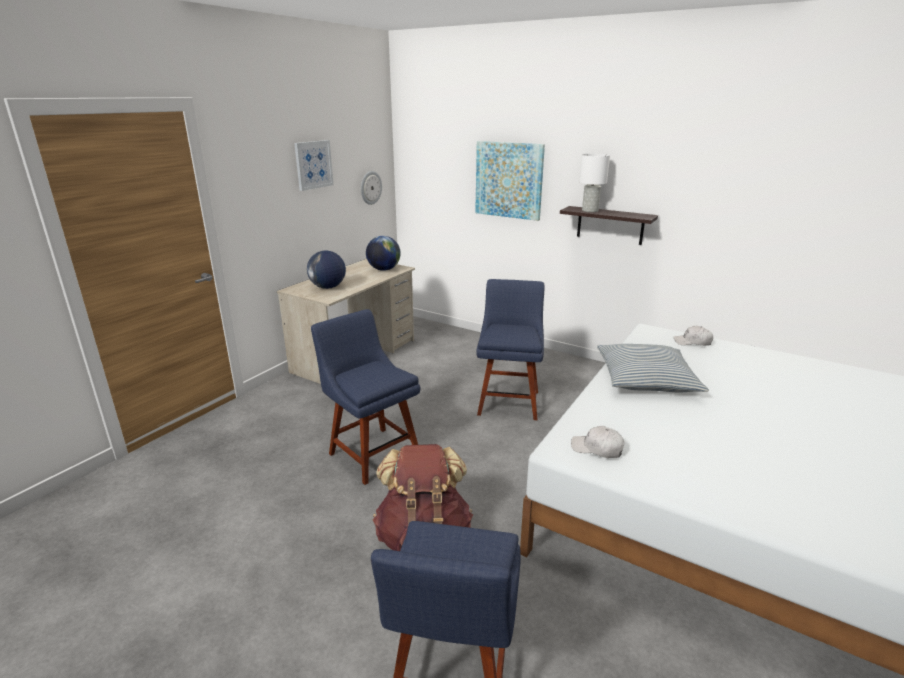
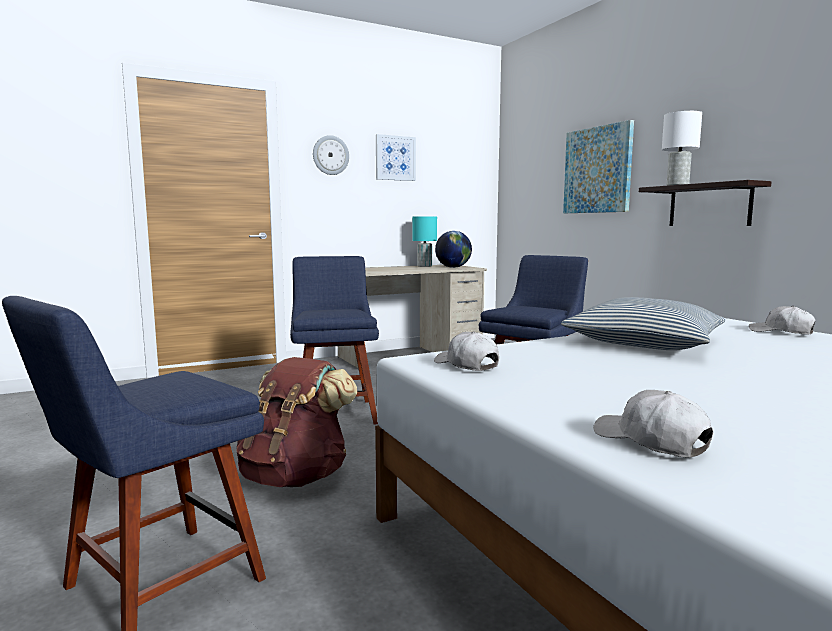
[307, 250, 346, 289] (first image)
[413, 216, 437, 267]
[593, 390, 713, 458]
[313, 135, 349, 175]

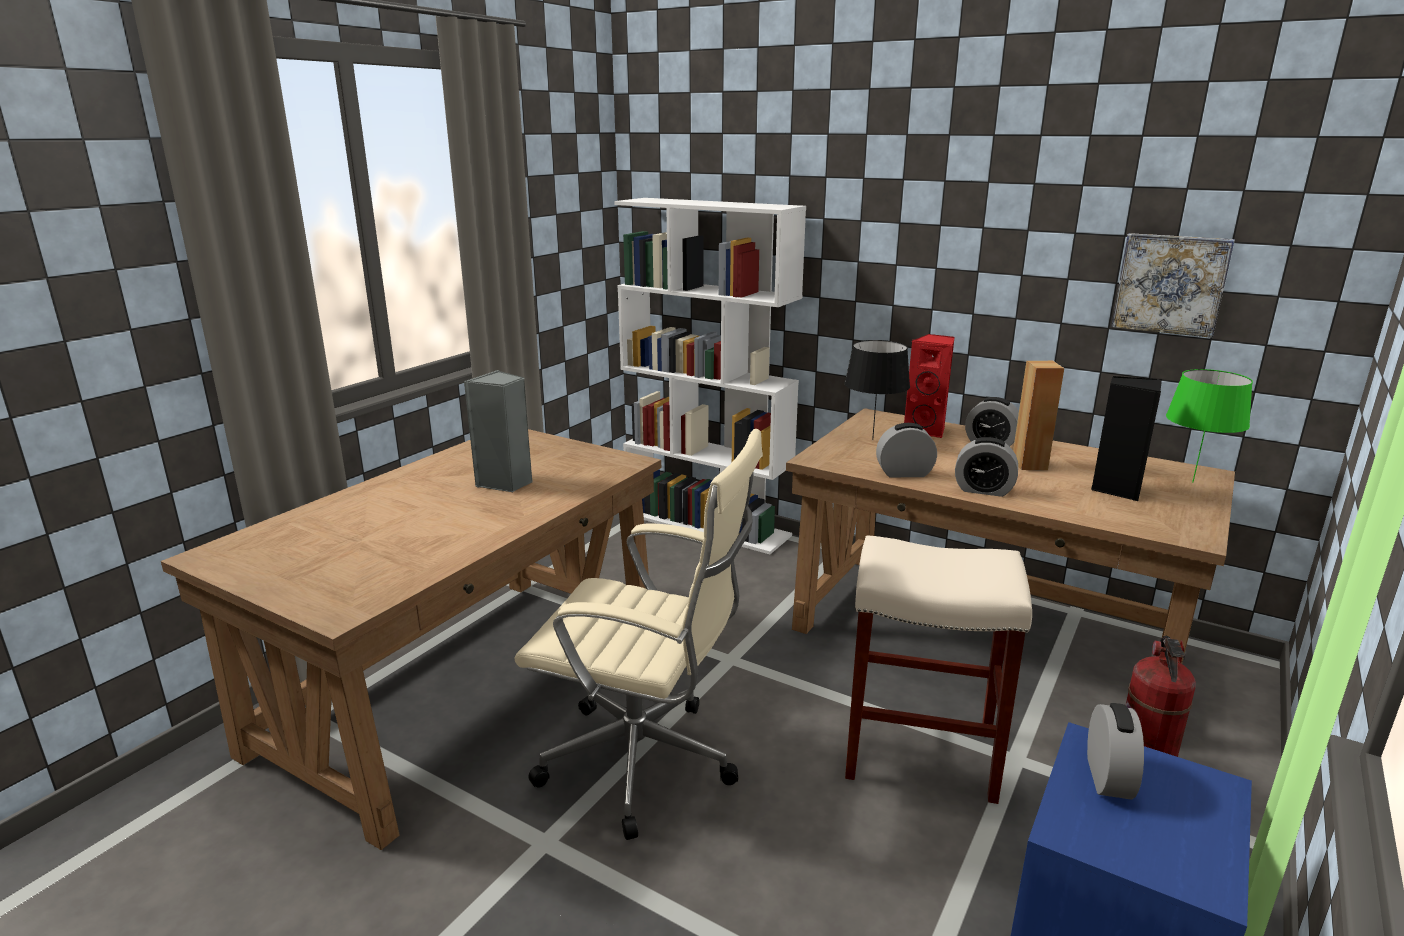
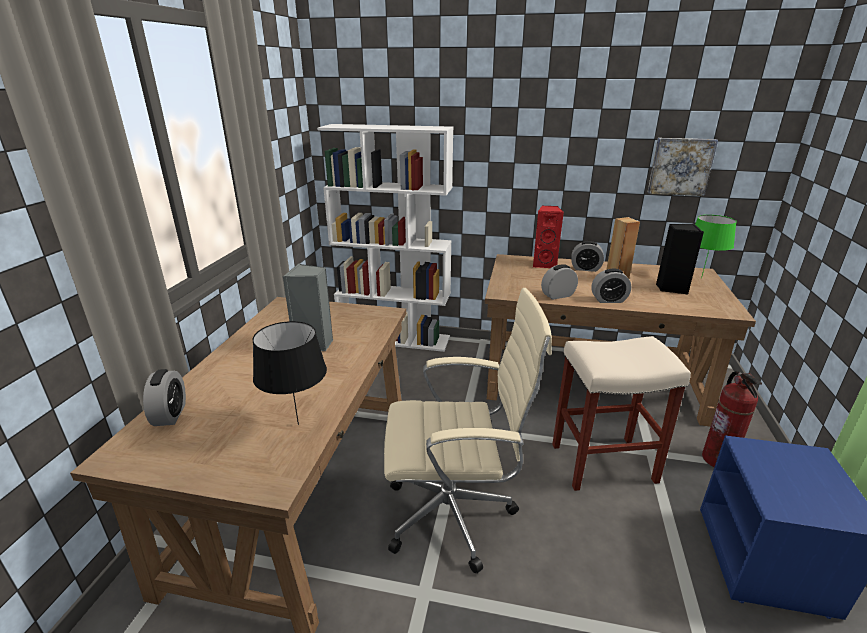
[253, 321, 327, 425]
[143, 369, 186, 426]

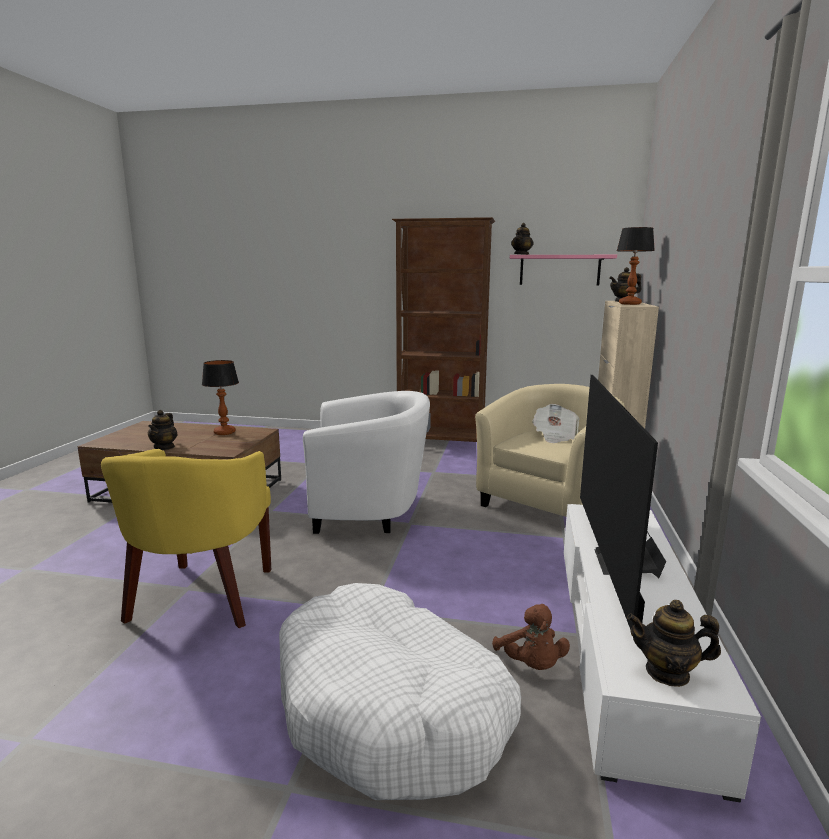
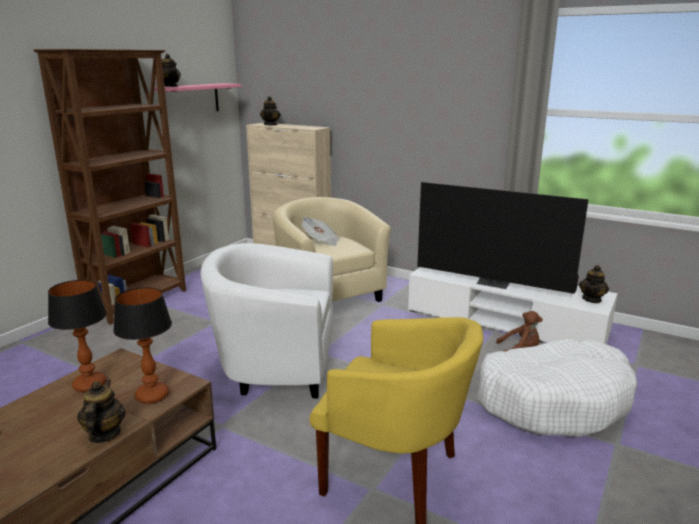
[113, 287, 172, 404]
[77, 379, 126, 443]
[201, 243, 333, 399]

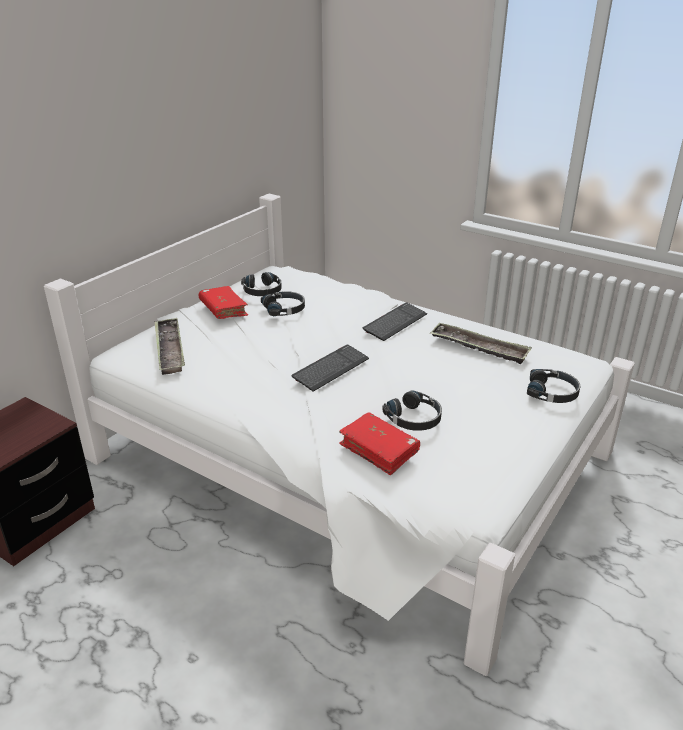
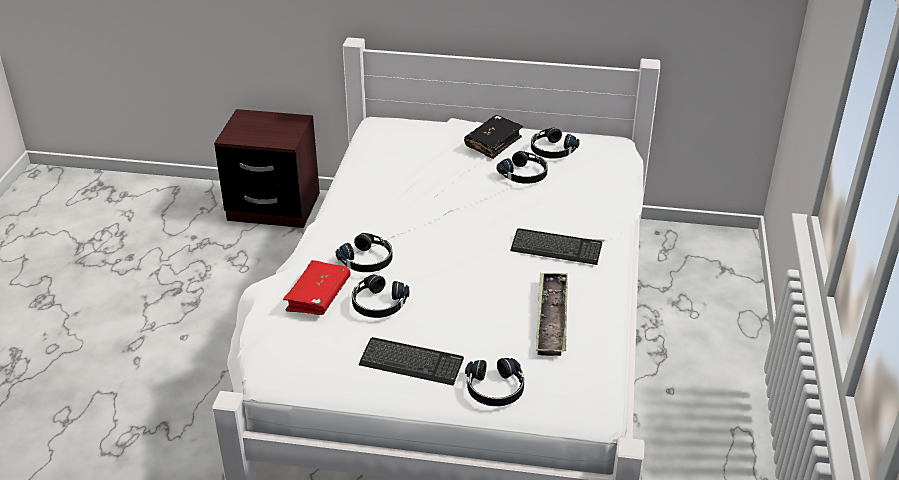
[155, 318, 185, 375] (first image)
[335, 233, 393, 272]
[359, 337, 464, 386]
[464, 115, 523, 159]

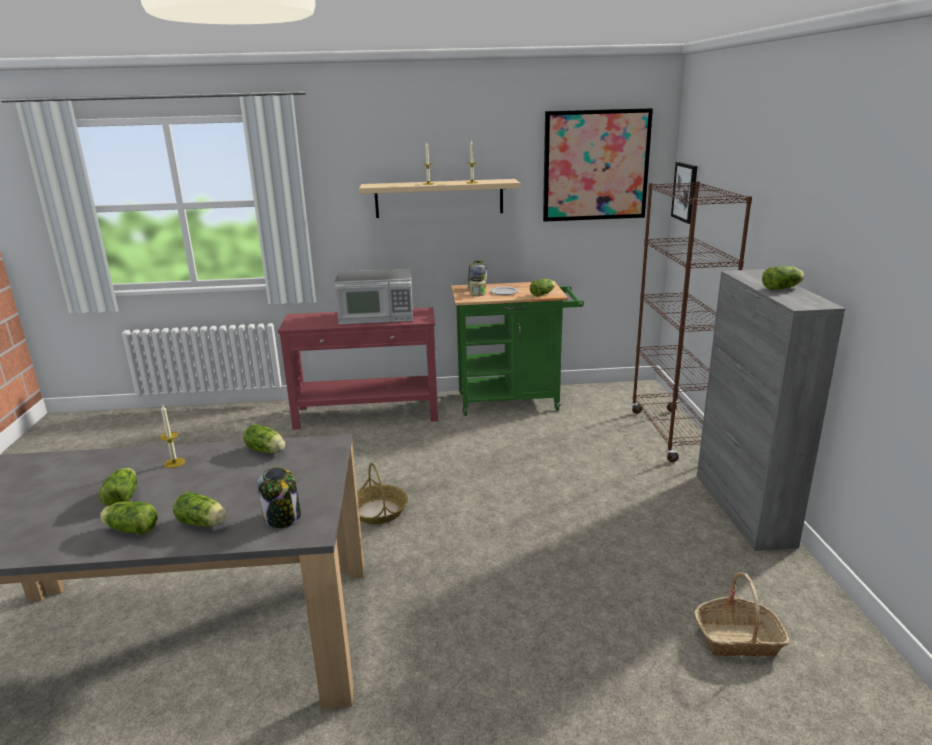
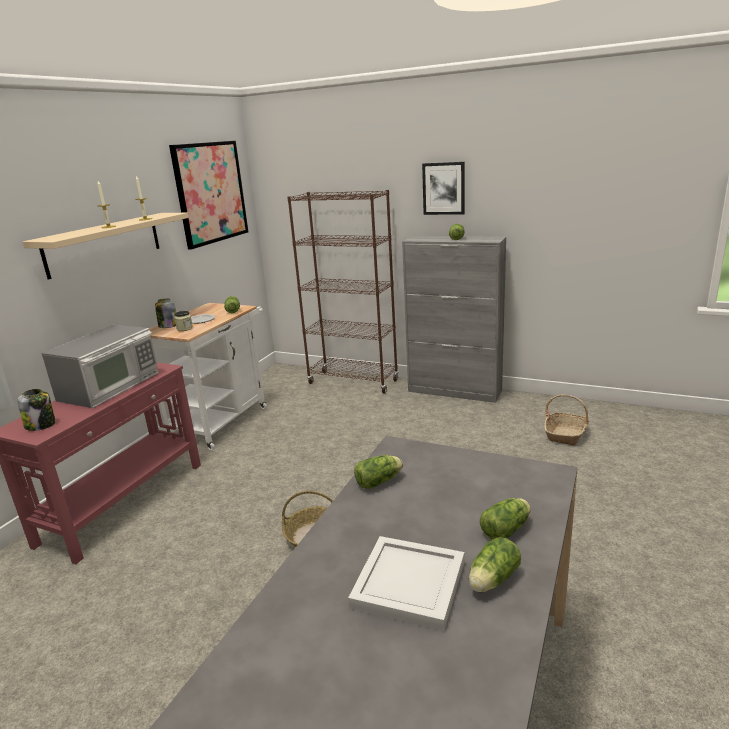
[160, 404, 185, 468] (first image)
[17, 389, 56, 431]
[422, 162, 465, 215]
[348, 536, 464, 631]
[149, 303, 267, 450]

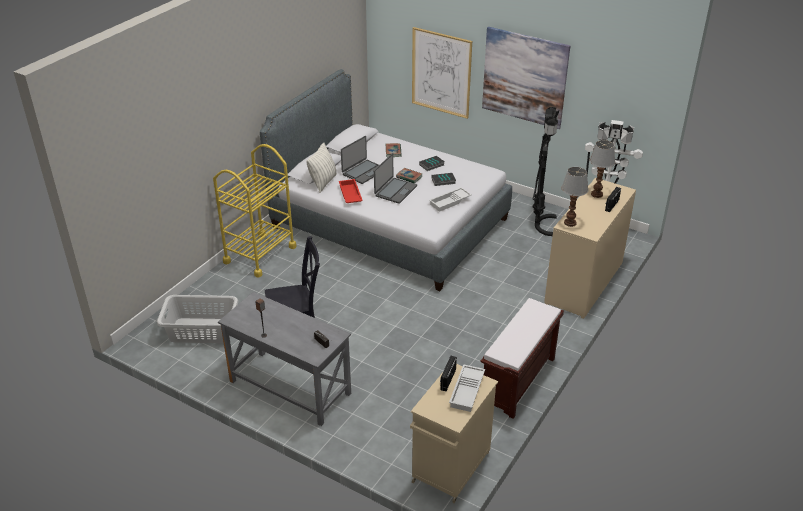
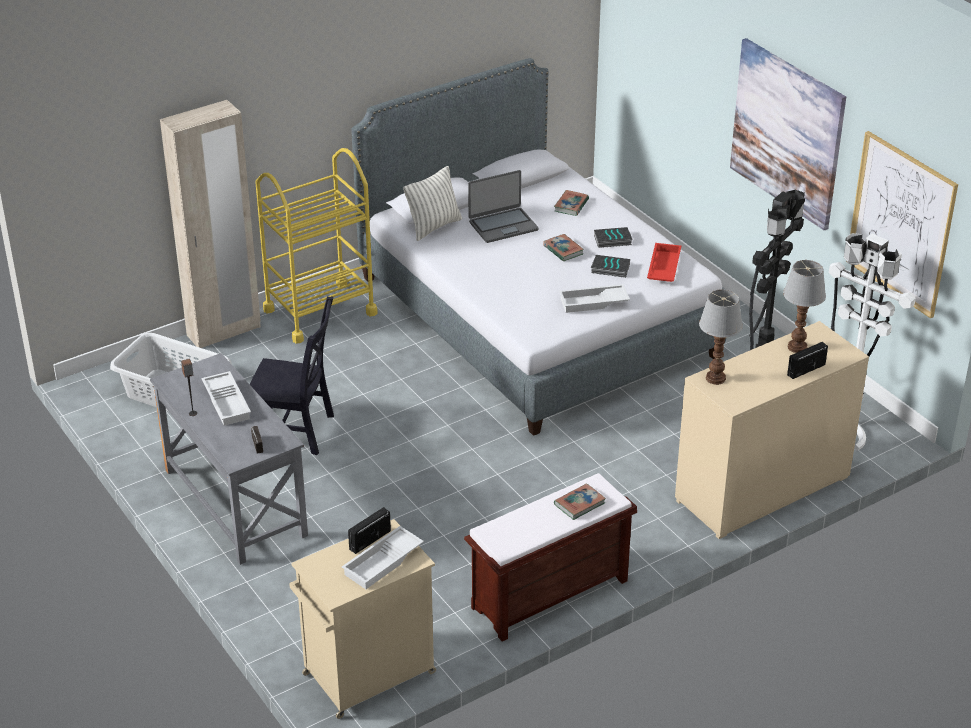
[374, 154, 417, 204] (first image)
[160, 100, 261, 348]
[202, 371, 251, 426]
[554, 484, 606, 520]
[647, 243, 681, 282]
[846, 131, 958, 318]

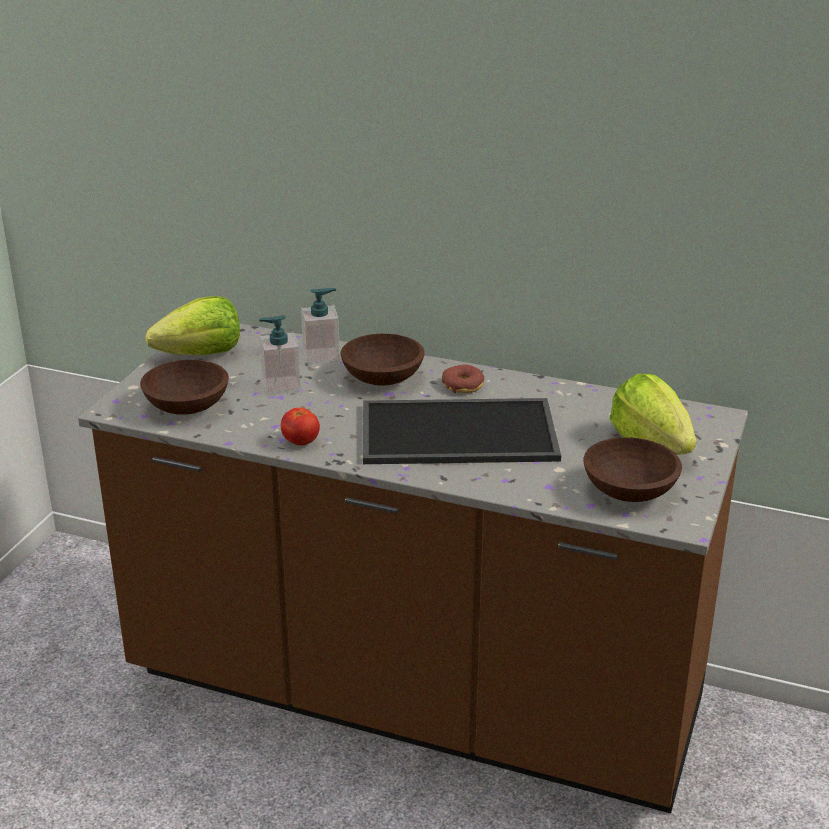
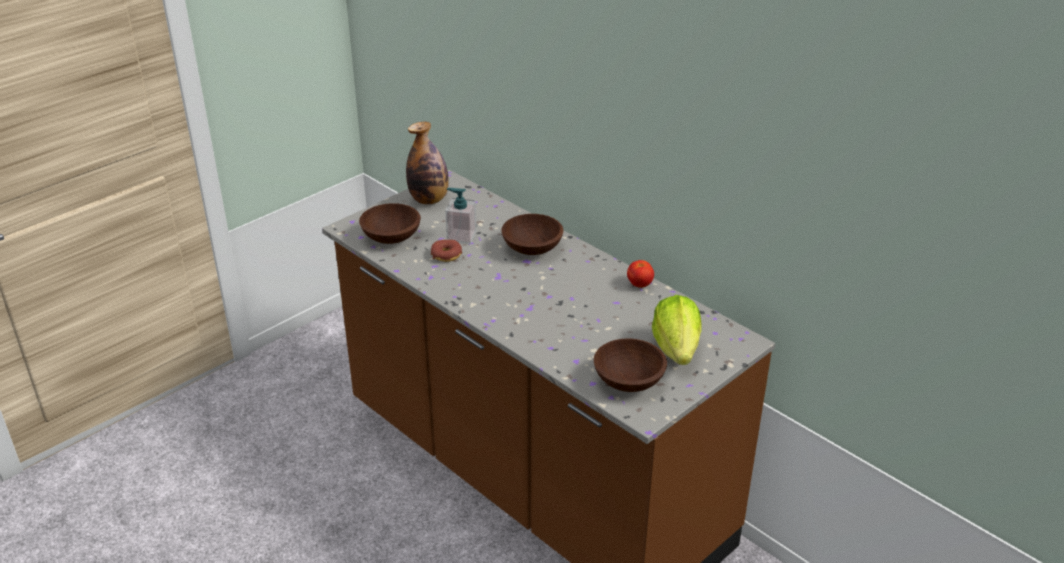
[301, 288, 340, 365] (first image)
[363, 398, 561, 464] (first image)
[627, 260, 654, 288]
[431, 240, 462, 262]
[406, 122, 449, 204]

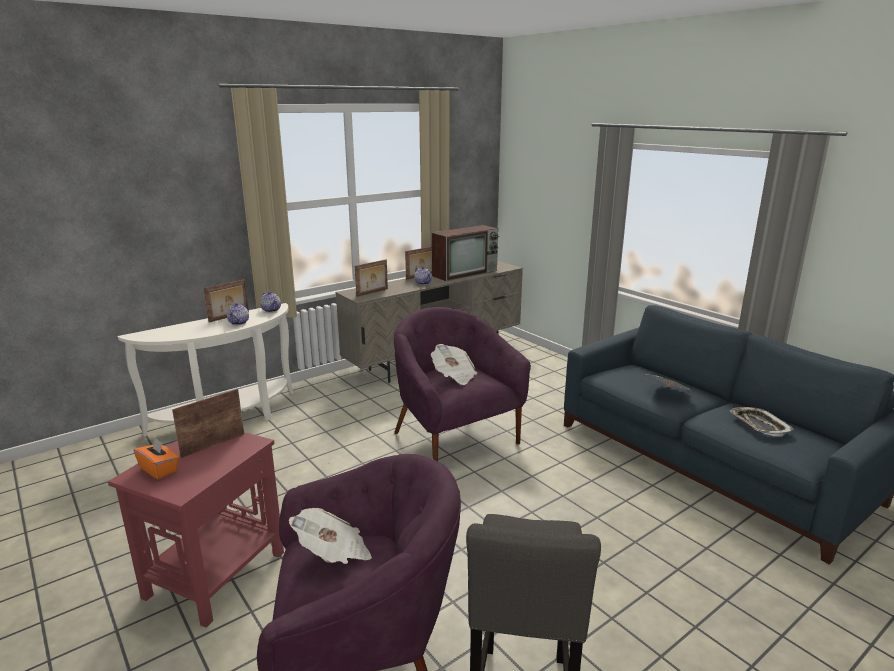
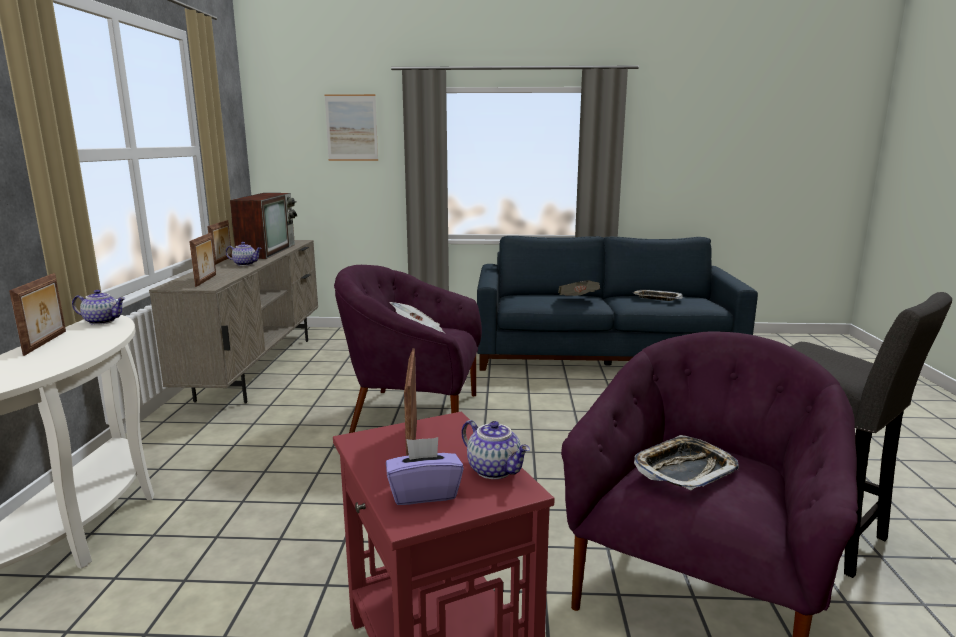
[325, 94, 378, 161]
[461, 420, 530, 479]
[634, 435, 739, 491]
[386, 437, 464, 505]

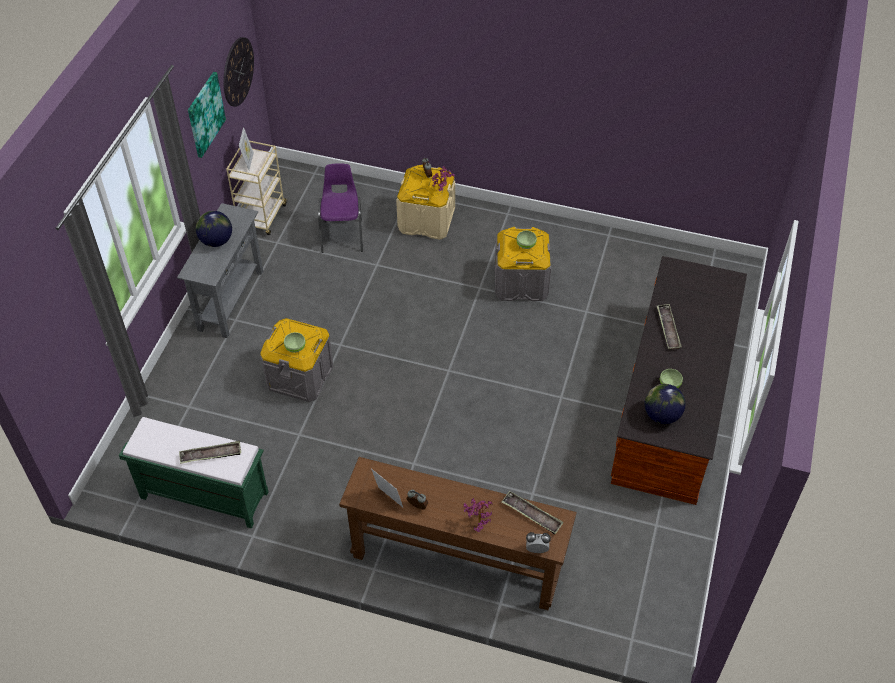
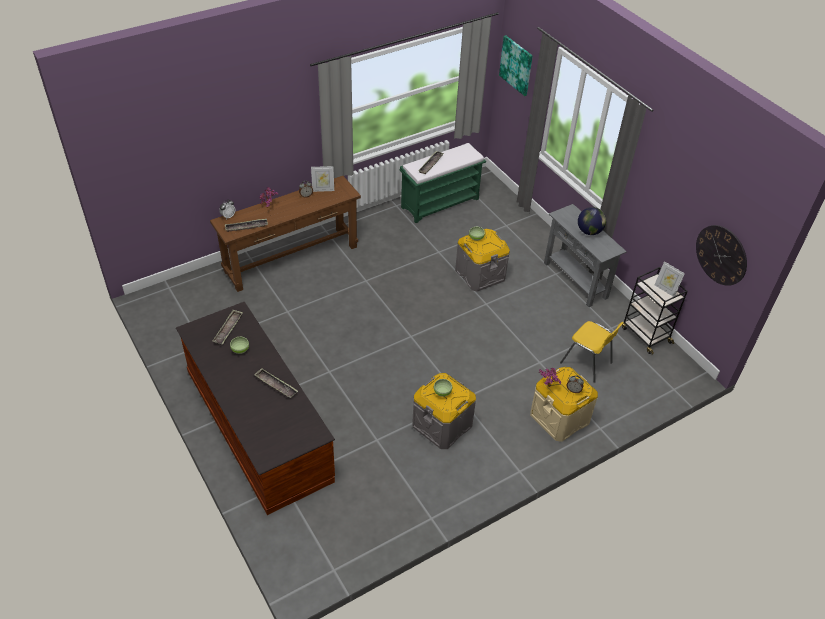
[499, 35, 533, 96]
[212, 310, 243, 345]
[622, 267, 688, 355]
[560, 321, 624, 383]

